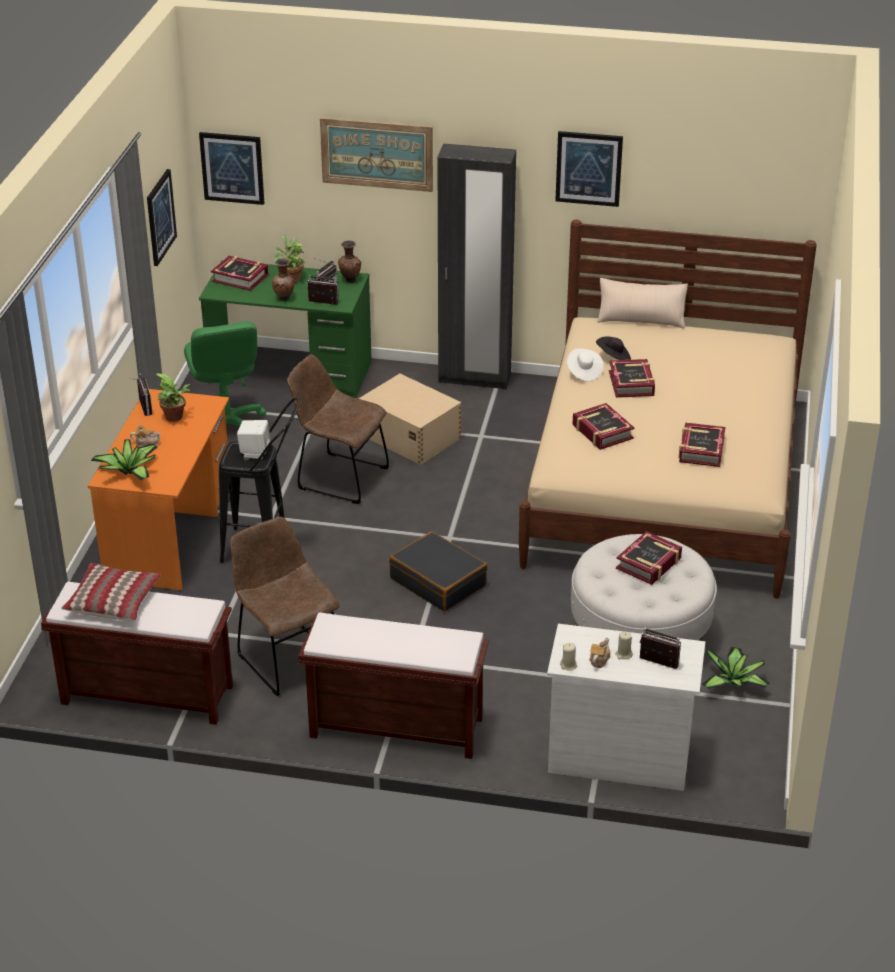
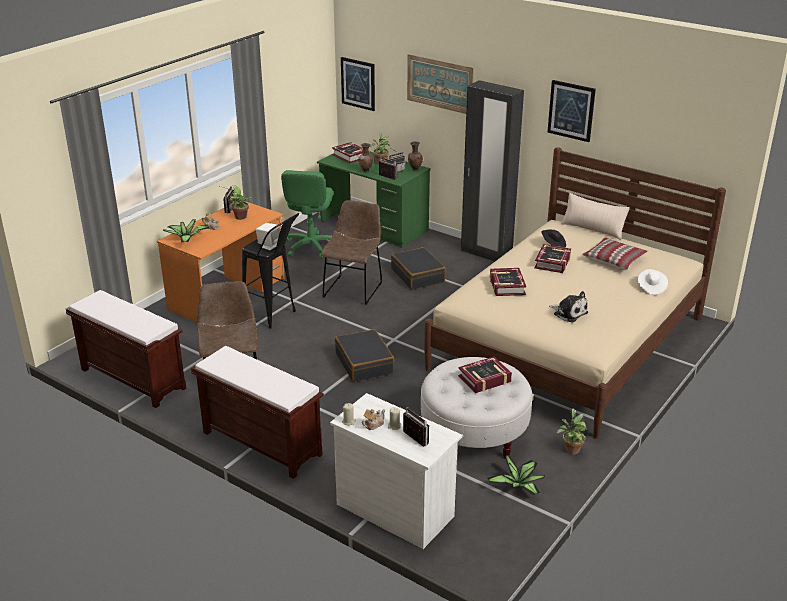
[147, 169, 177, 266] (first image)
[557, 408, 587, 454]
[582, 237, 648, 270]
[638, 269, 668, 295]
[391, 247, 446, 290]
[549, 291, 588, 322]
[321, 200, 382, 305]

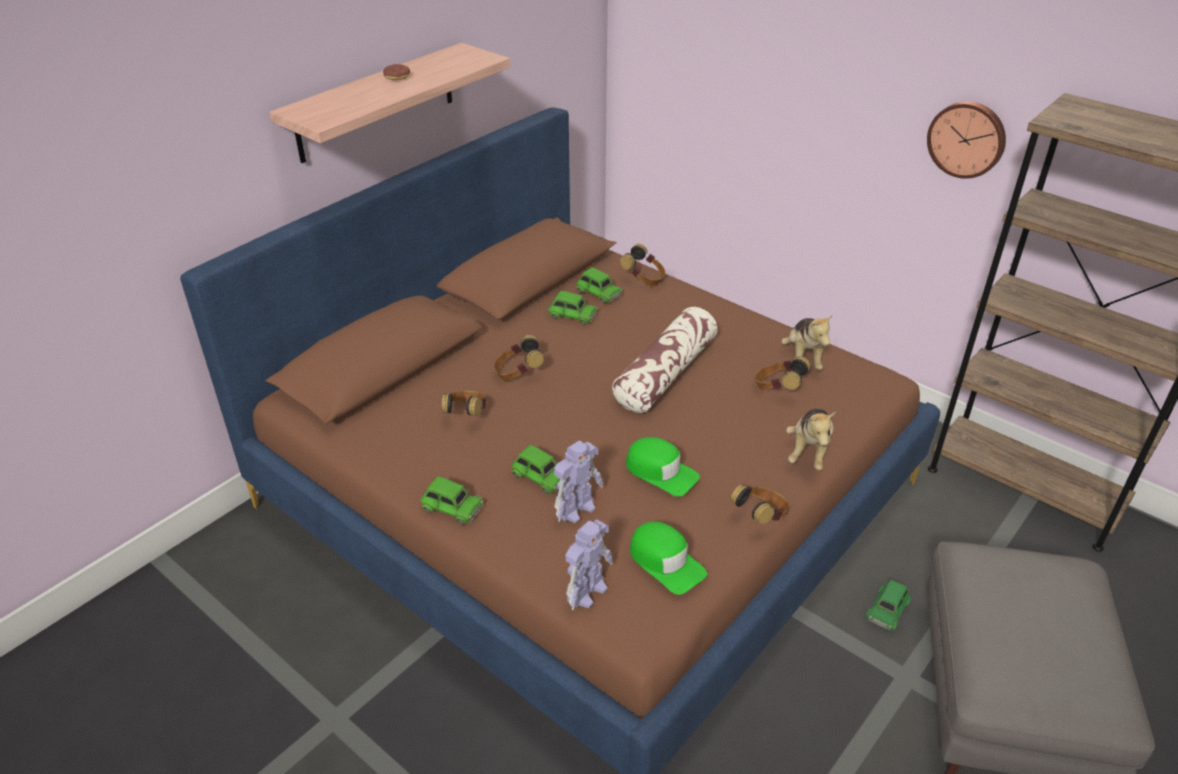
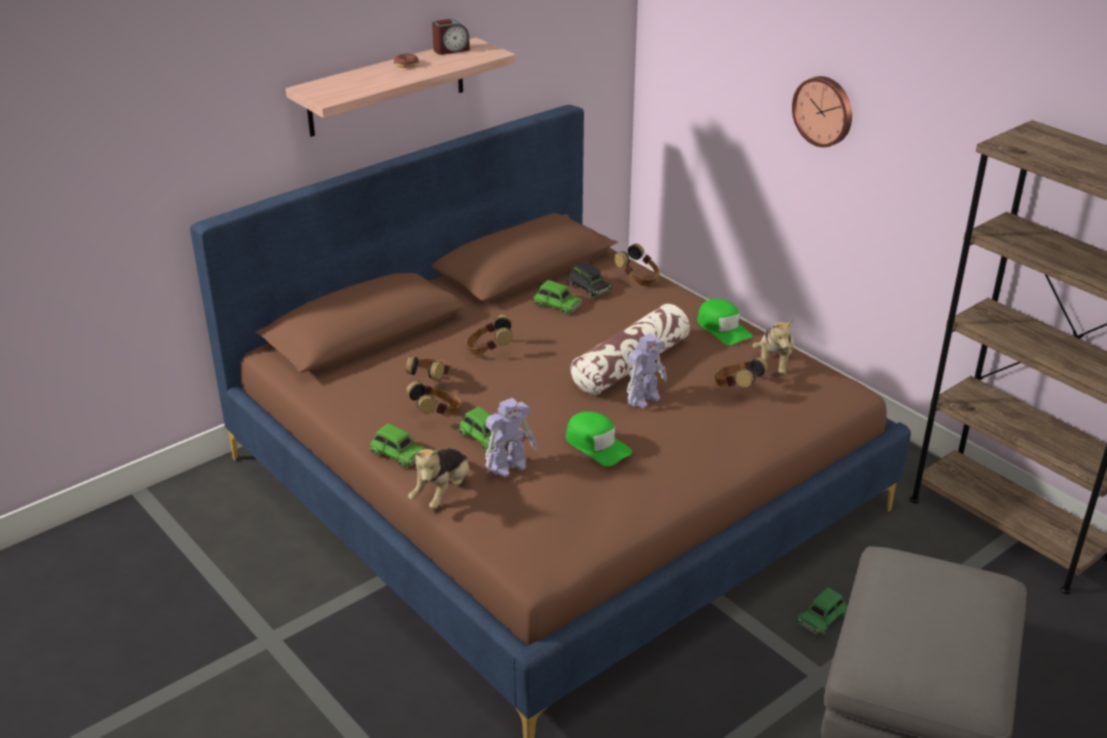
[432, 19, 470, 55]
[627, 333, 667, 408]
[697, 299, 752, 345]
[406, 381, 461, 415]
[408, 448, 469, 509]
[792, 76, 852, 147]
[567, 262, 612, 297]

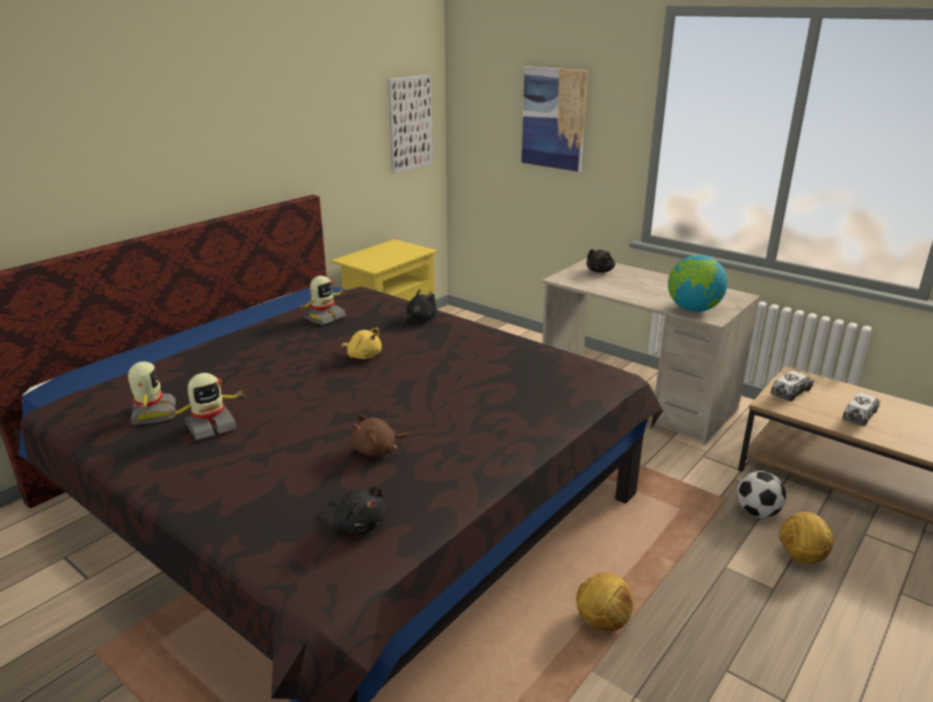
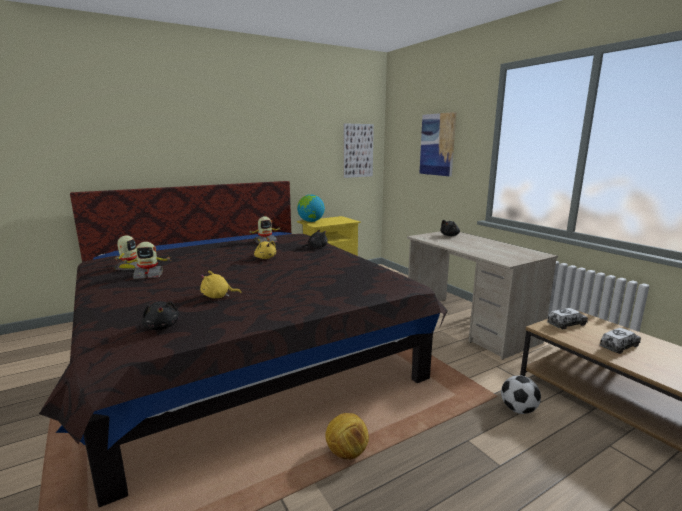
[779, 512, 834, 564] (first image)
[297, 194, 325, 222]
[200, 270, 242, 298]

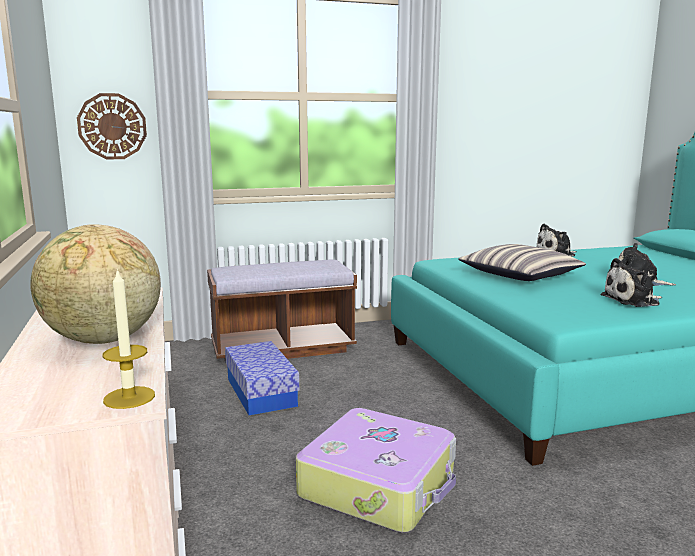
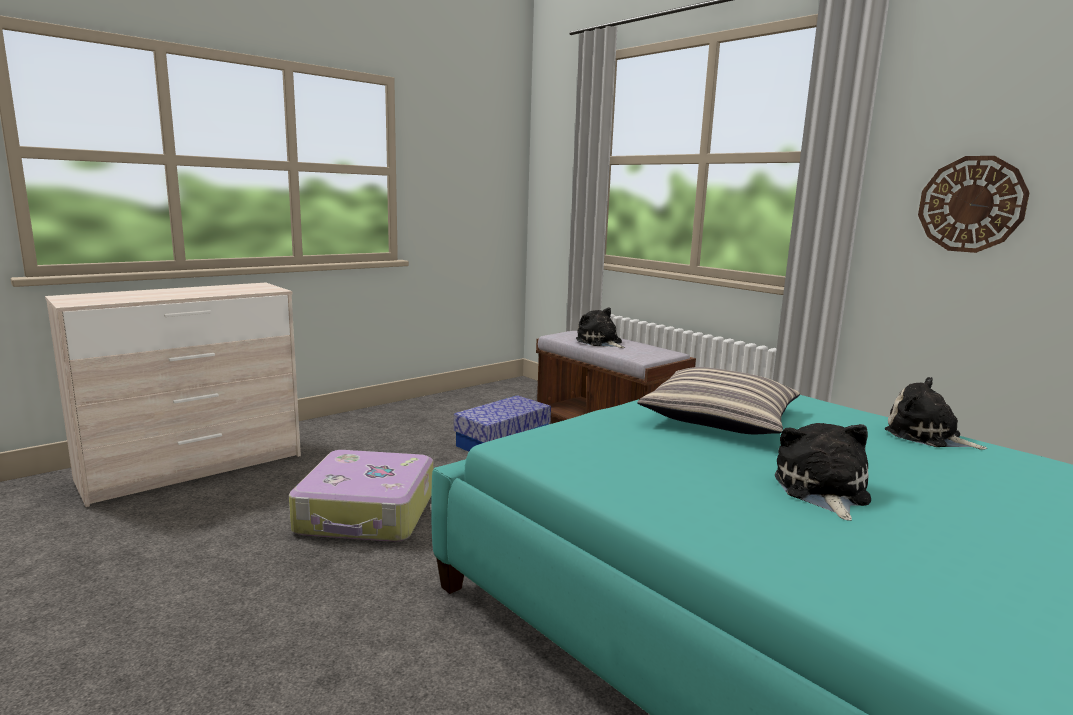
[30, 224, 161, 344] (first image)
[102, 269, 155, 409] (first image)
[918, 156, 1030, 253]
[576, 307, 625, 348]

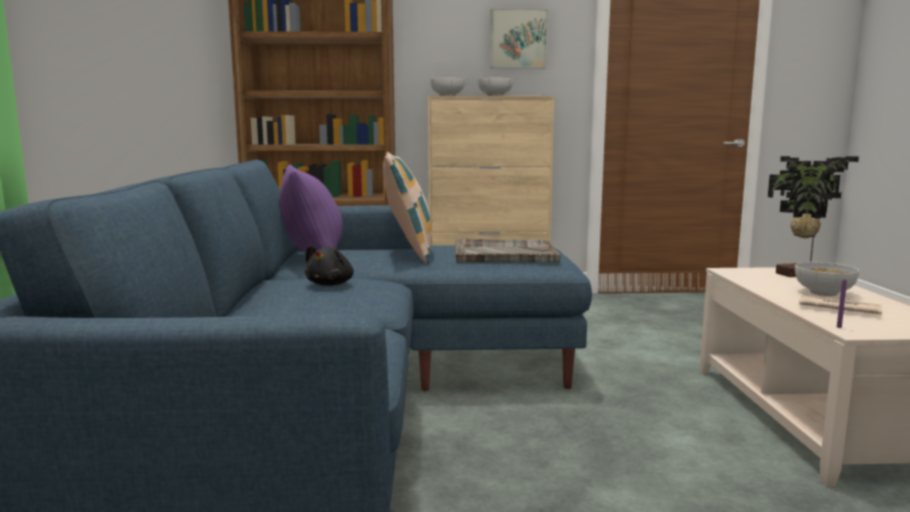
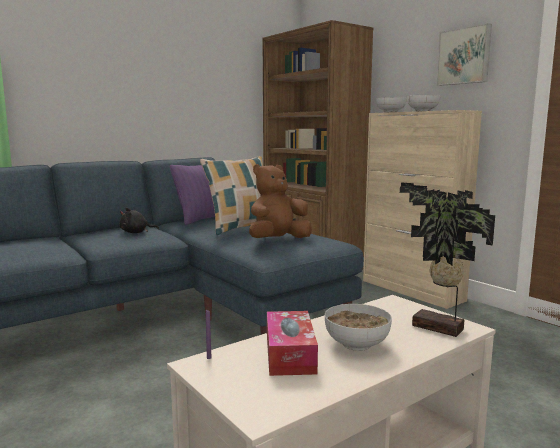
[249, 164, 312, 238]
[267, 311, 318, 376]

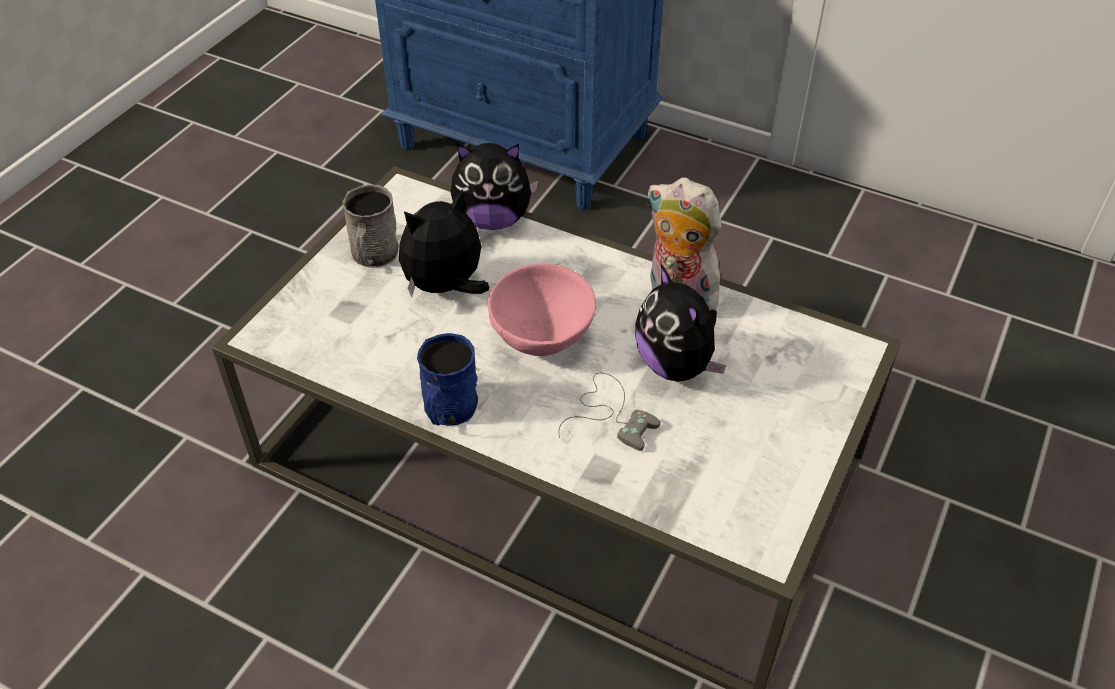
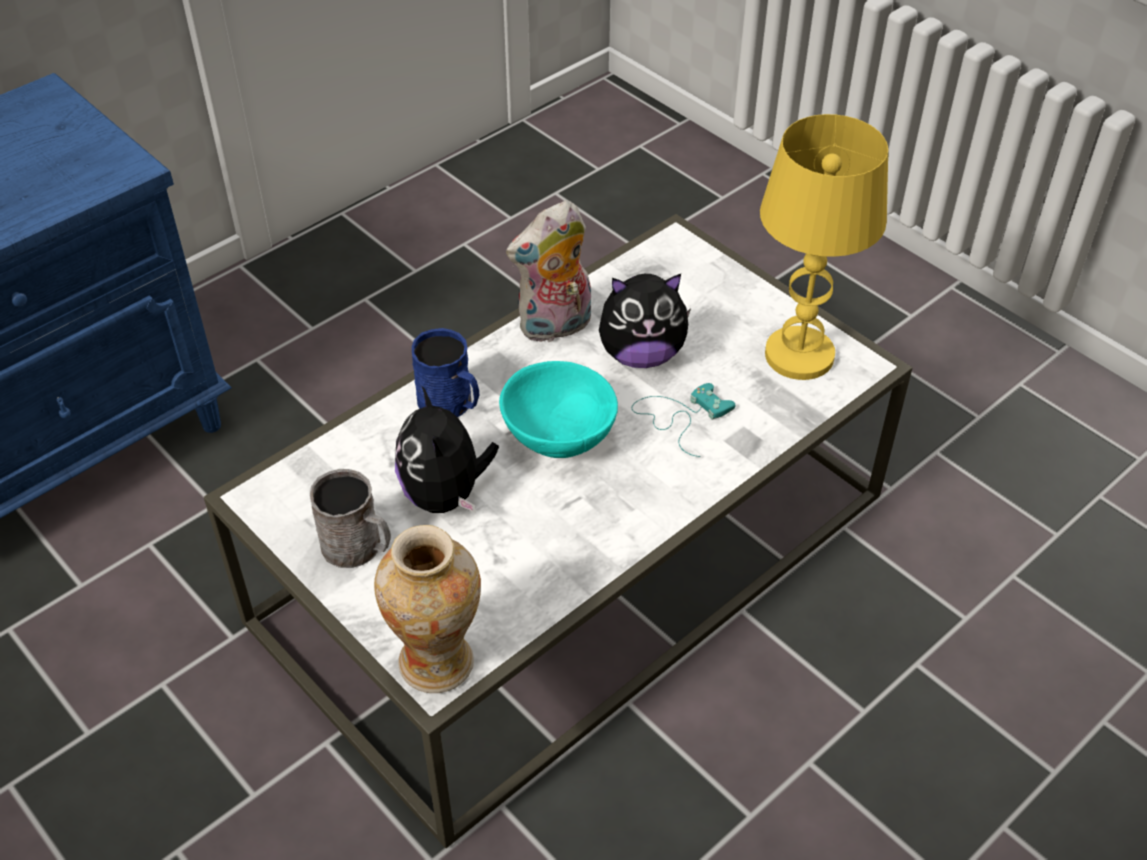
[451, 143, 538, 230] (first image)
[374, 525, 481, 693]
[760, 114, 888, 380]
[412, 328, 479, 417]
[499, 361, 618, 458]
[631, 383, 735, 457]

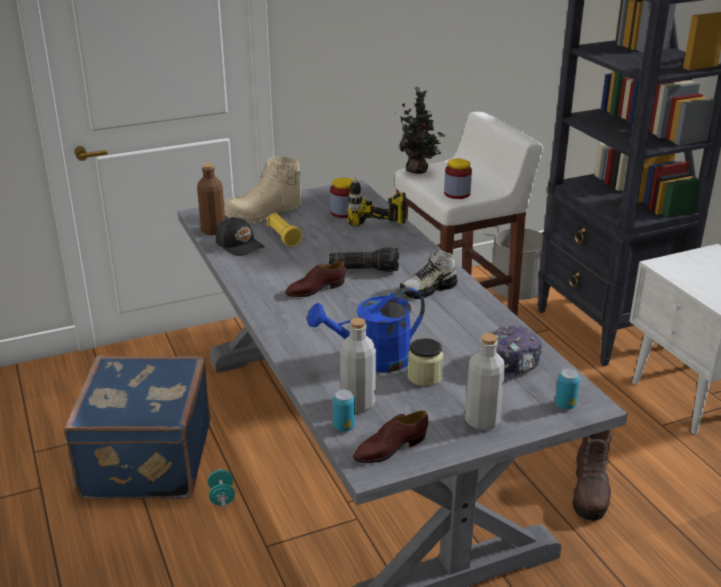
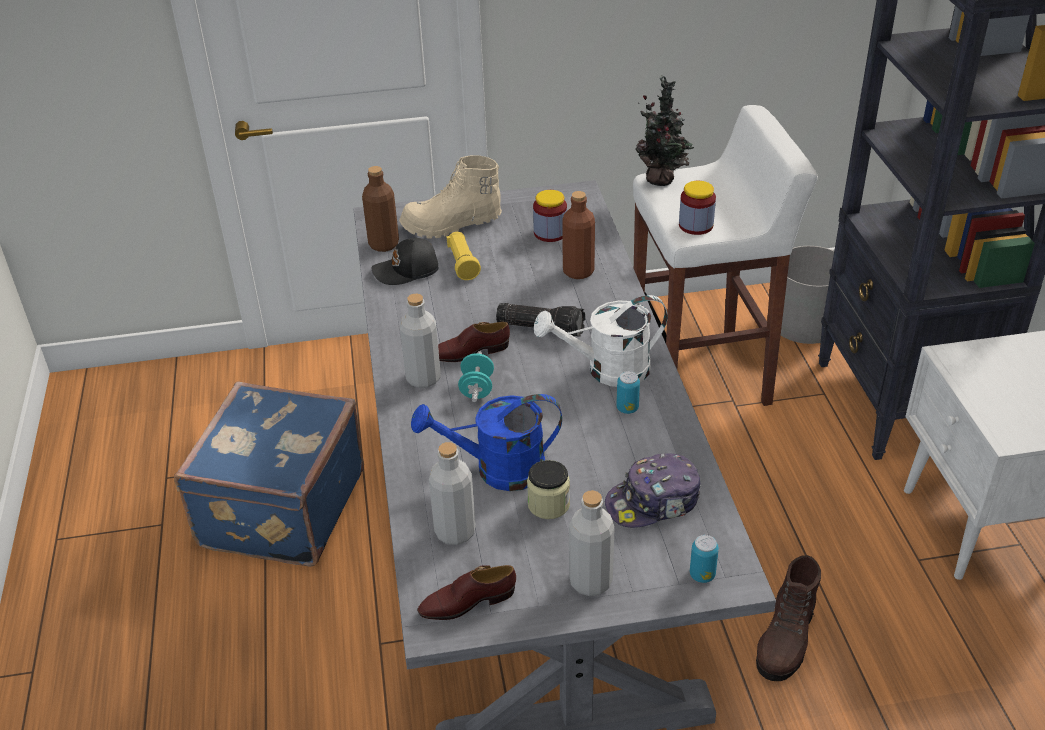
[400, 294, 441, 388]
[458, 351, 494, 402]
[616, 371, 640, 414]
[562, 191, 595, 279]
[534, 295, 668, 387]
[371, 238, 439, 285]

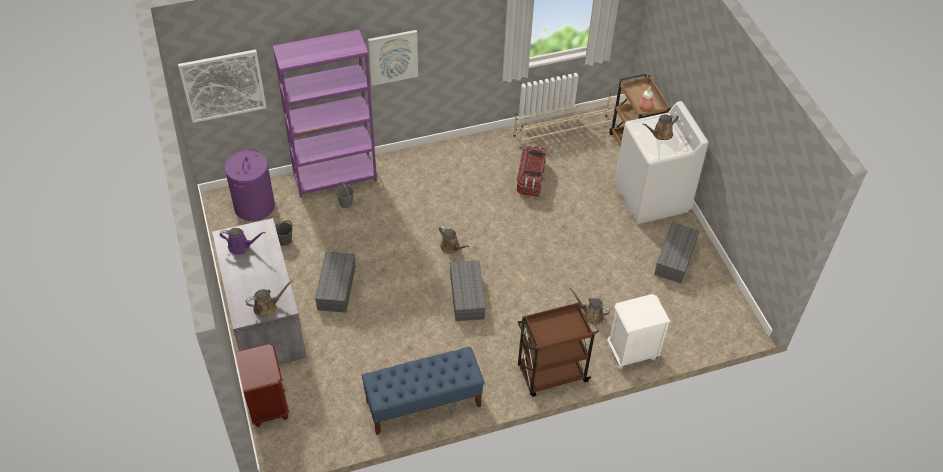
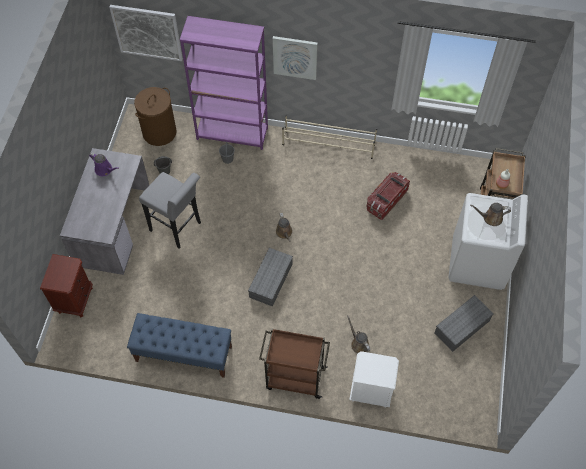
[246, 281, 293, 317] (first image)
[282, 115, 377, 159]
[139, 172, 201, 248]
[134, 87, 177, 146]

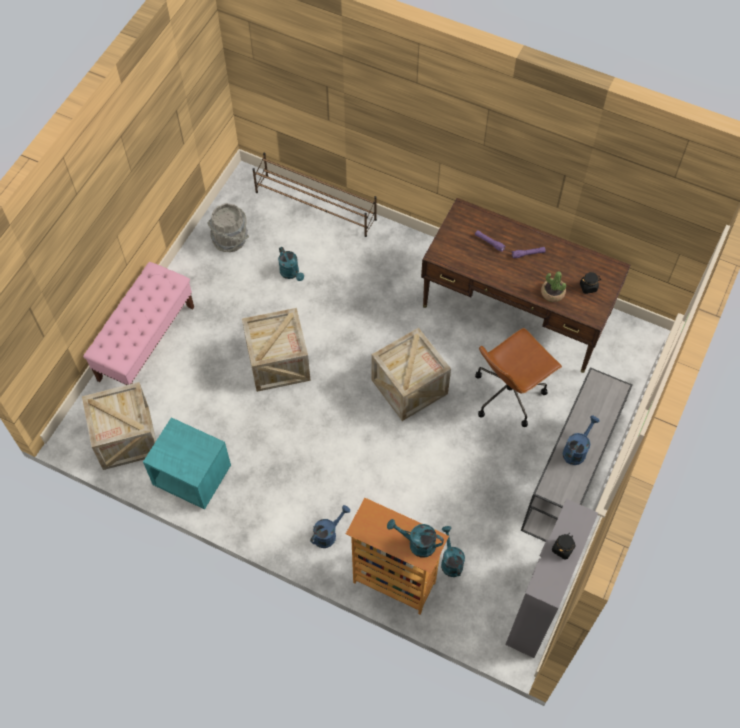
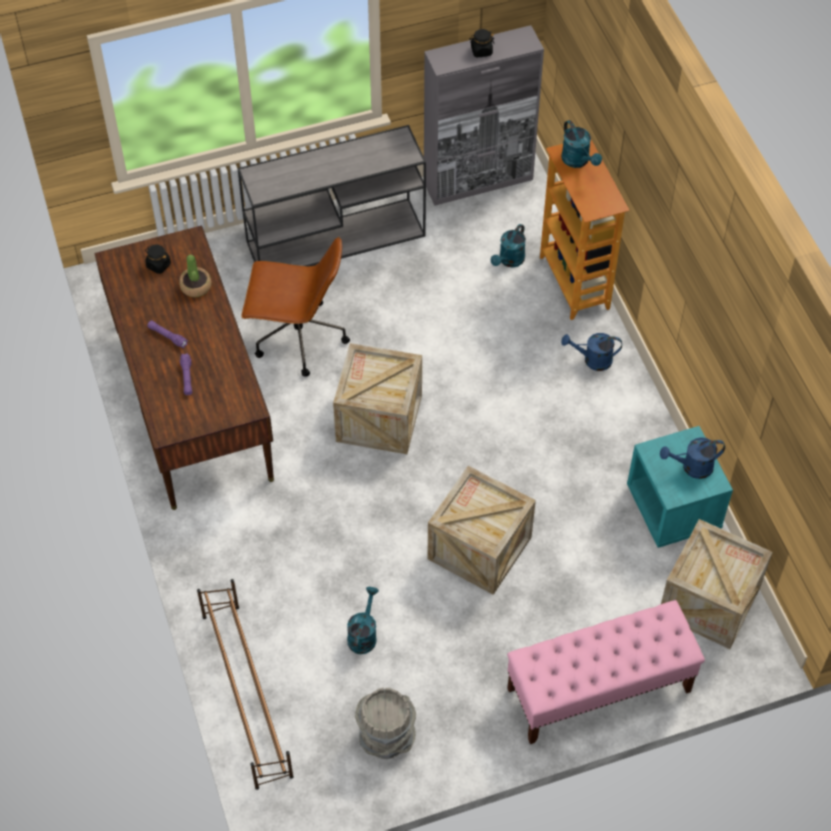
[660, 437, 725, 479]

